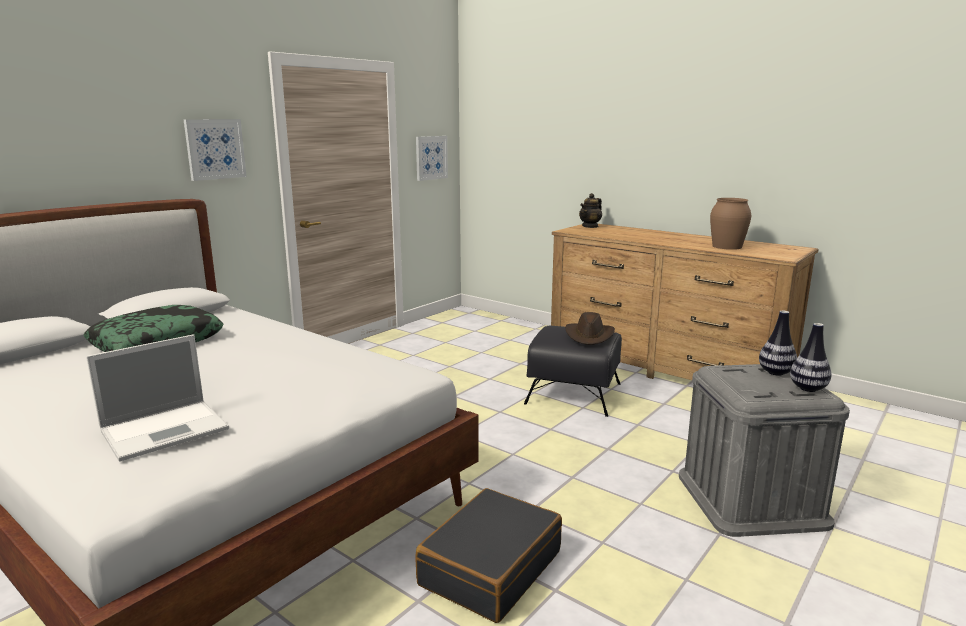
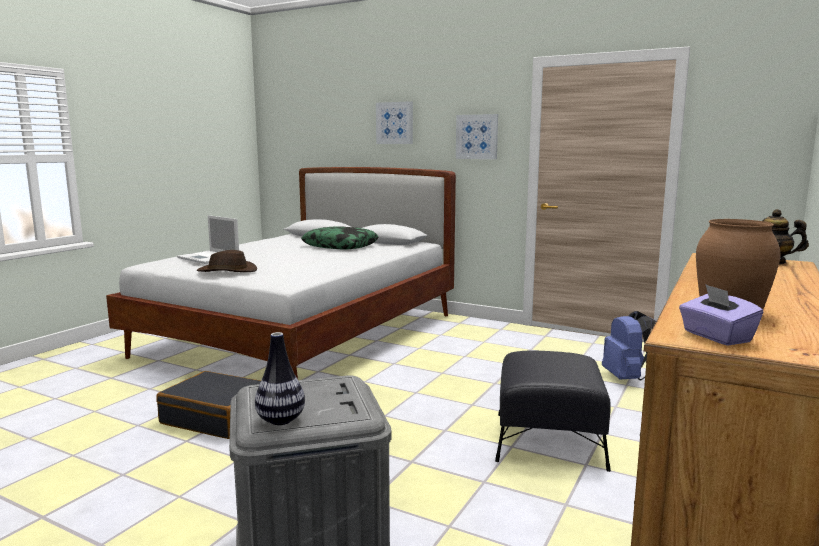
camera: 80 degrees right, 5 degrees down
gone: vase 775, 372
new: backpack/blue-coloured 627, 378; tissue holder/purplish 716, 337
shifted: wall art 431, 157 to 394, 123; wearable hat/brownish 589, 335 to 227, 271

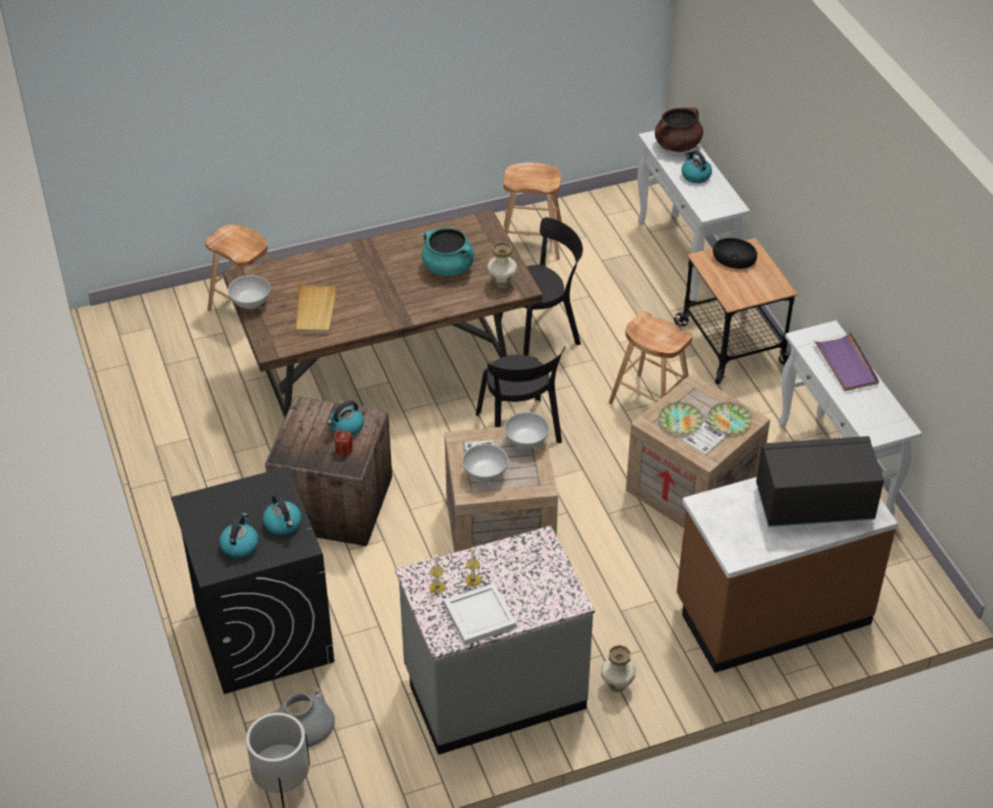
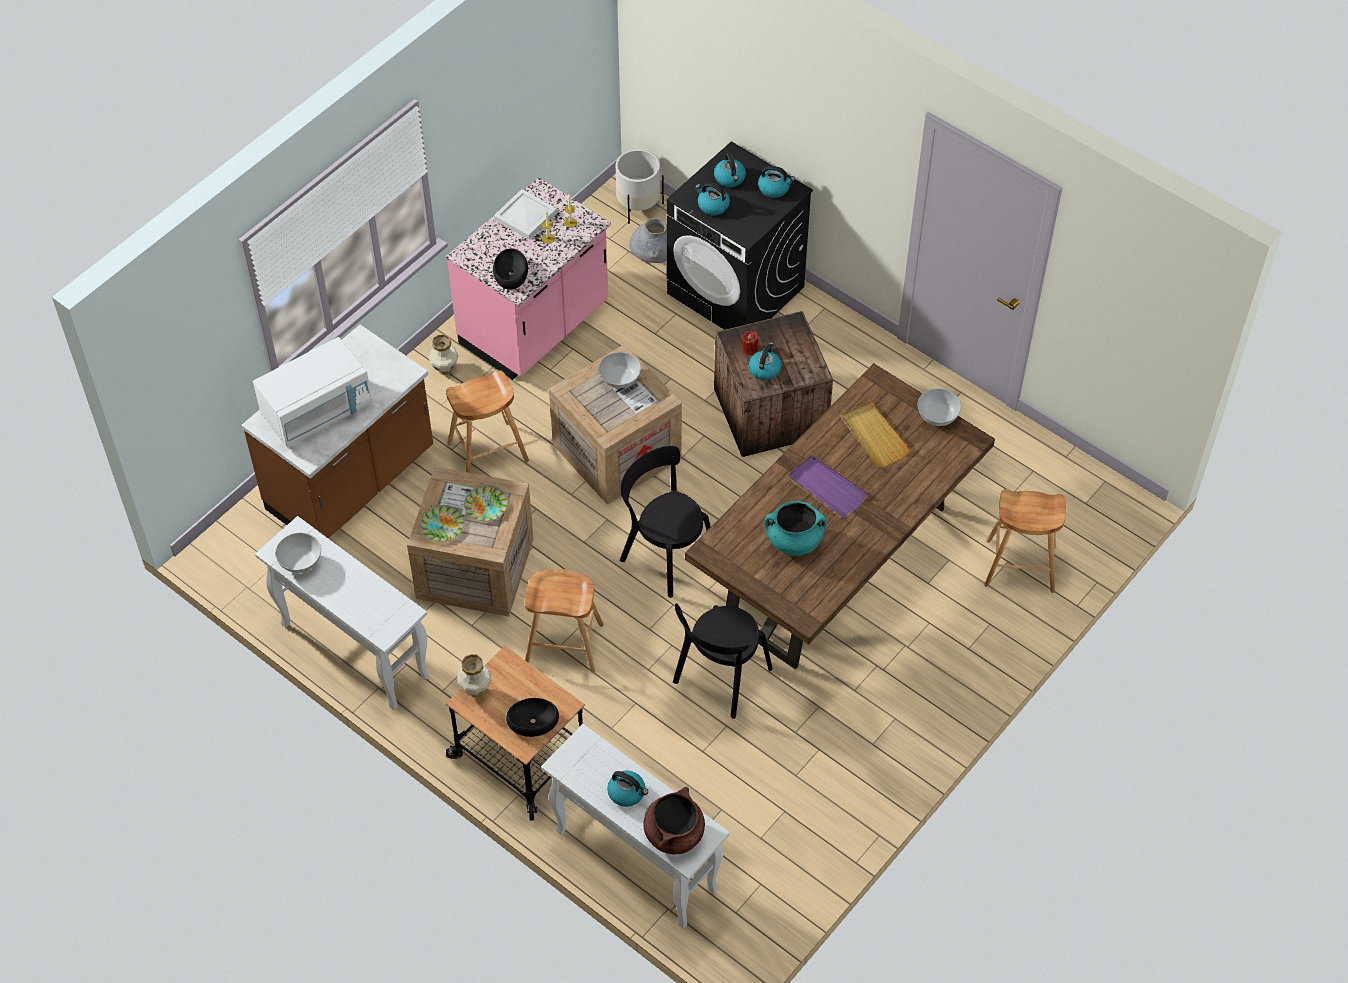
camera: 150 degrees right, 10 degrees up
new: serving bowl/black-coloured 510, 273; tea kettle 774, 188
shifted: vase 502, 284 to 475, 690; stool/brownish 531, 242 to 488, 452; serving bowl/white 526, 442 to 300, 562; serving tray/purplish 846, 364 to 826, 488
repainted: counter/gray 494, 689 to counter/pinkish 535, 327; kitchen microwave/black-coloured 813, 504 to kitchen microwave/white 317, 411

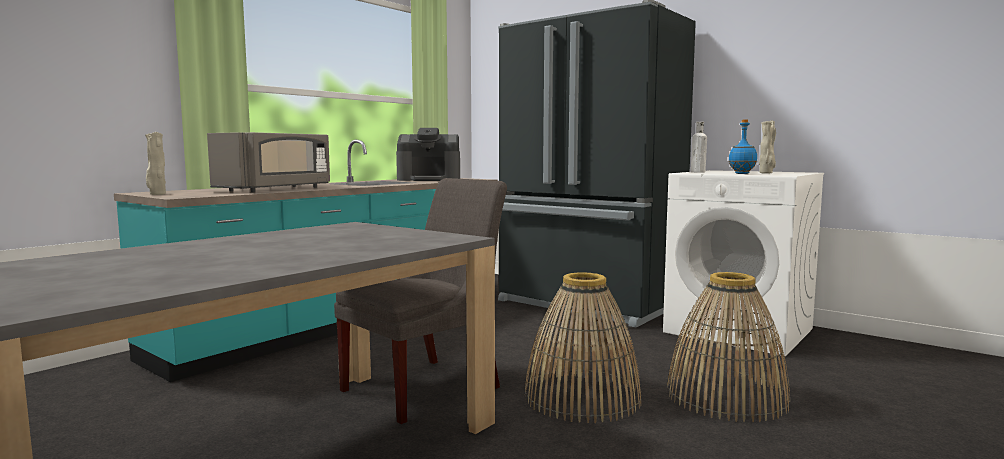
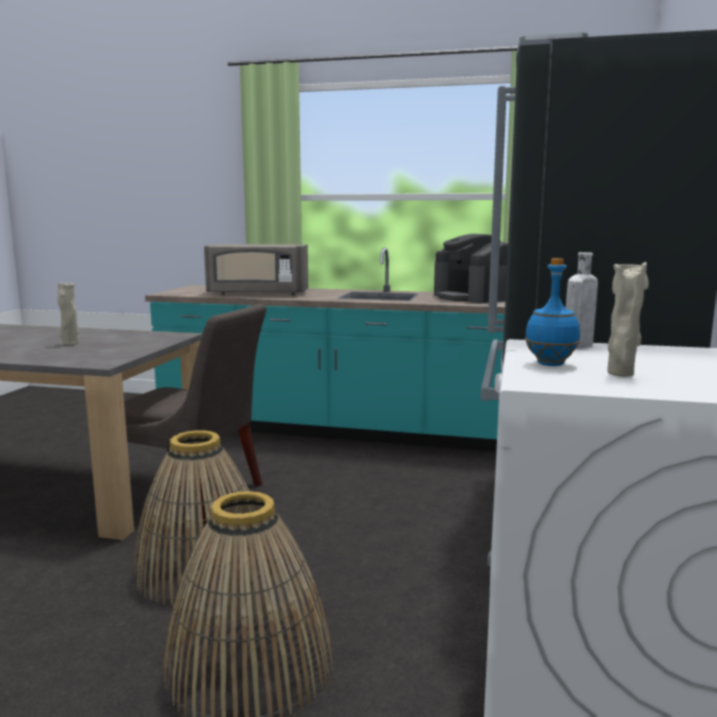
camera: 65 degrees right, 5 degrees up
shifted: vase/beige-coloured 157, 194 to 70, 344

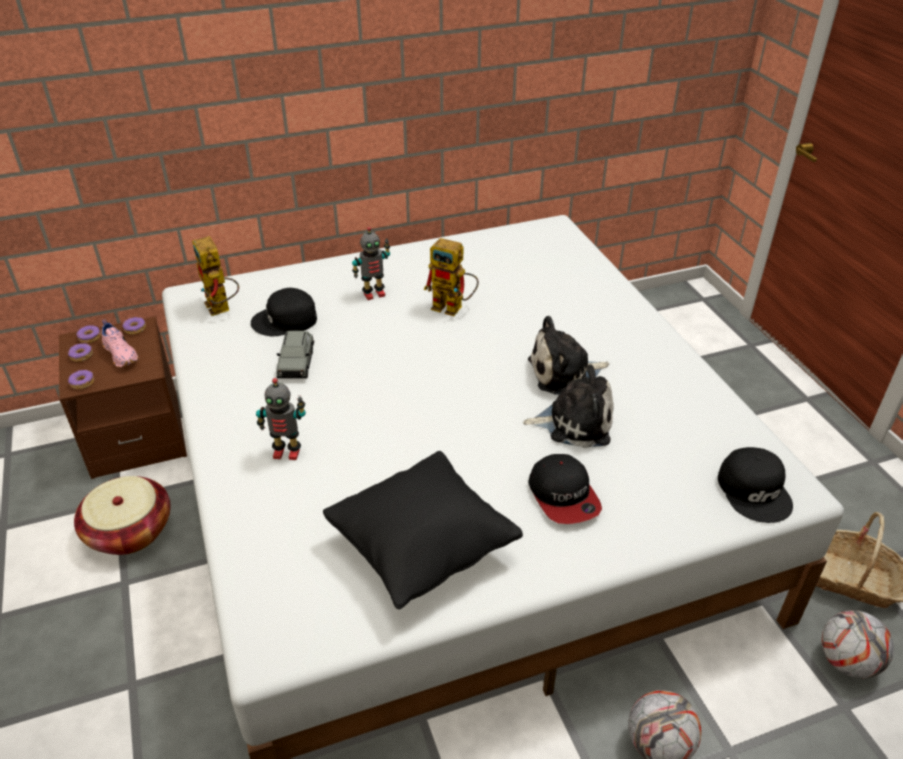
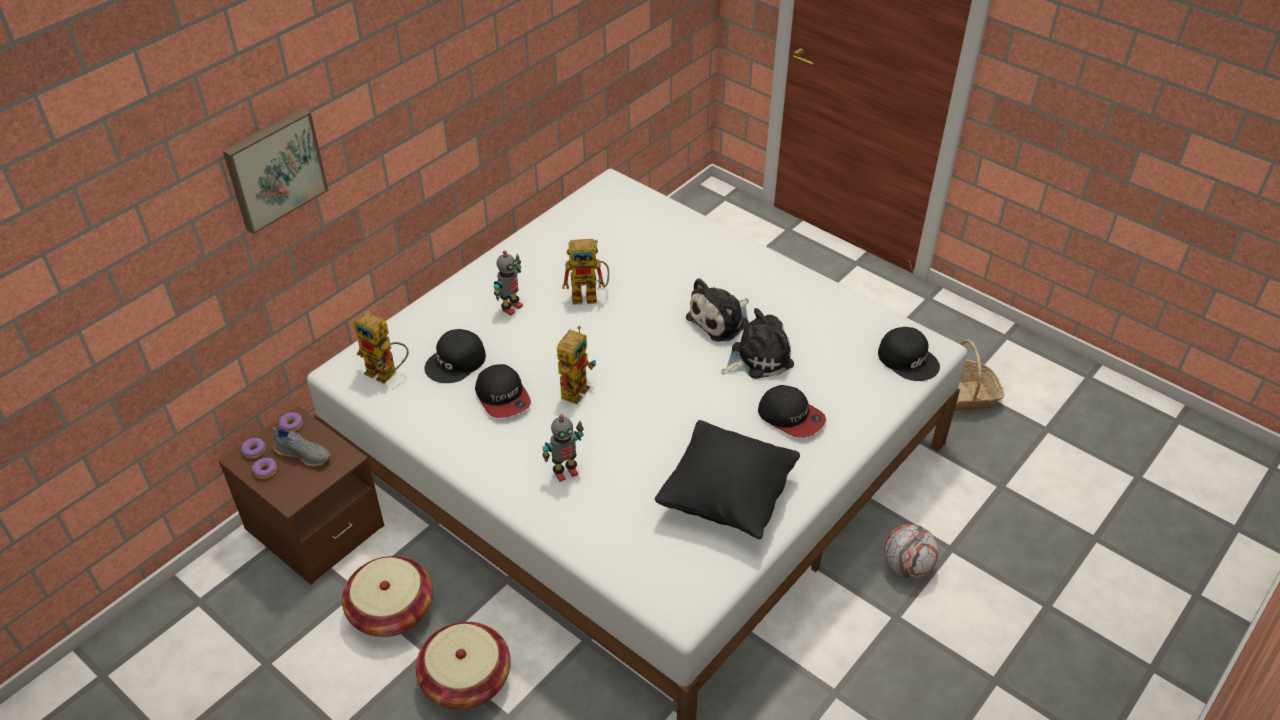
camera: 30 degrees left, 5 degrees up
gone: doughnut 82, 383; football 847, 662
new: wall art 274, 169; household basket 466, 679; model robot 575, 387
swapped: model car/gray 296, 363 to baseball cap 503, 397
repainted: low shoe/pinkish 121, 354 to low shoe/gray 304, 454

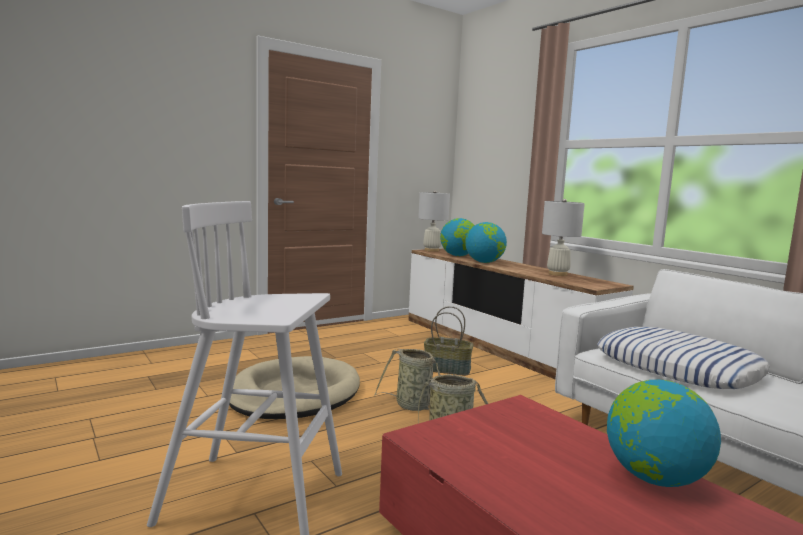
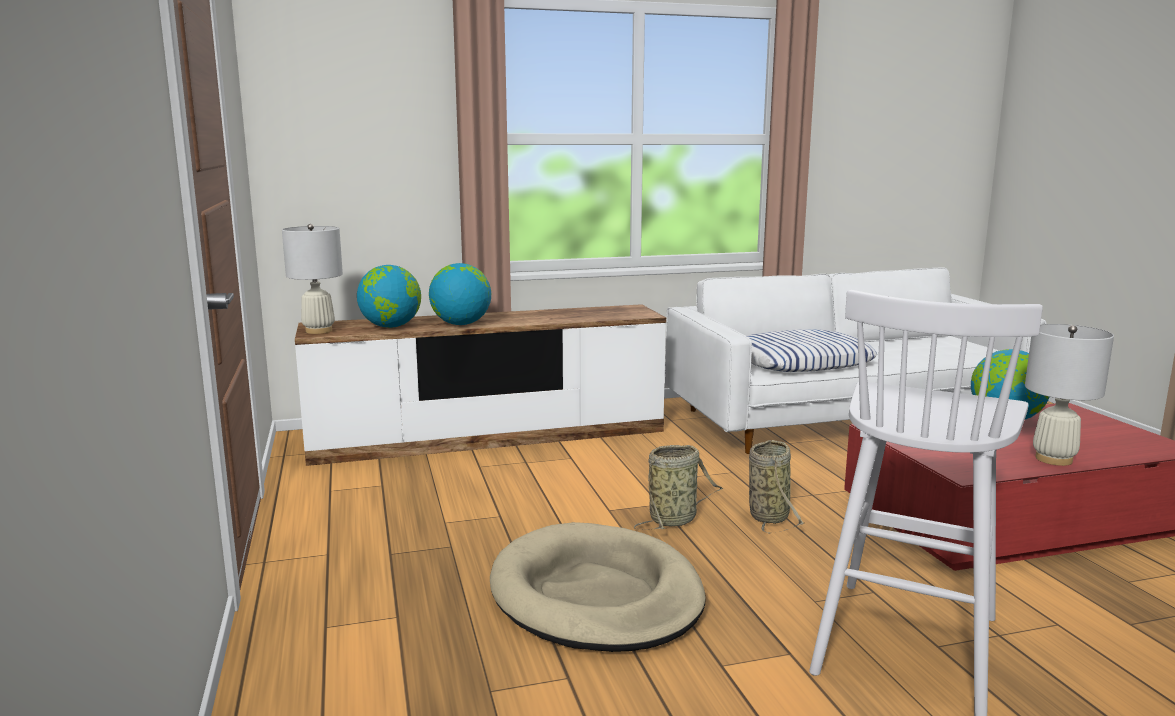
camera: 70 degrees left, 5 degrees up
gone: household basket 447, 369
shifted: tabletop lamp/white 557, 274 to 1053, 459

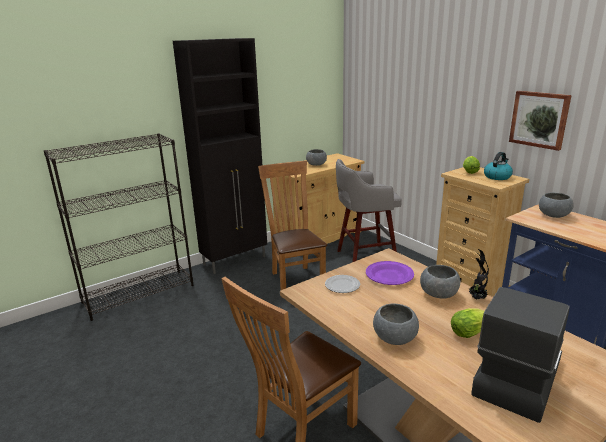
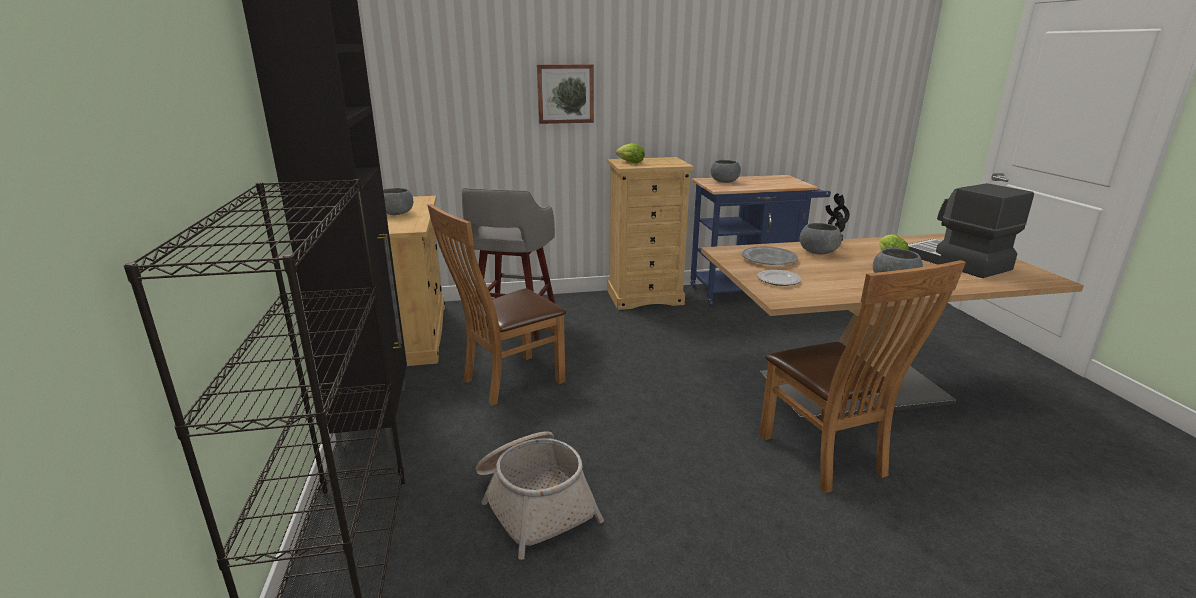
camera: 65 degrees left, 0 degrees up
gone: tea kettle 497, 177
new: household basket 534, 502
shifted: wall art 539, 119 to 565, 94
repainted: dinner plate/purplish 389, 276 to dinner plate/gray 769, 259
rotated: plain chair/brownish 295, 279 = 507, 381 45 degrees counterclockwise

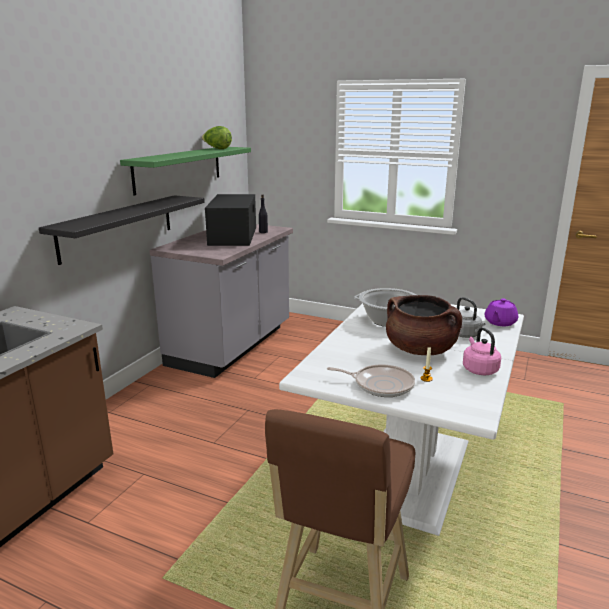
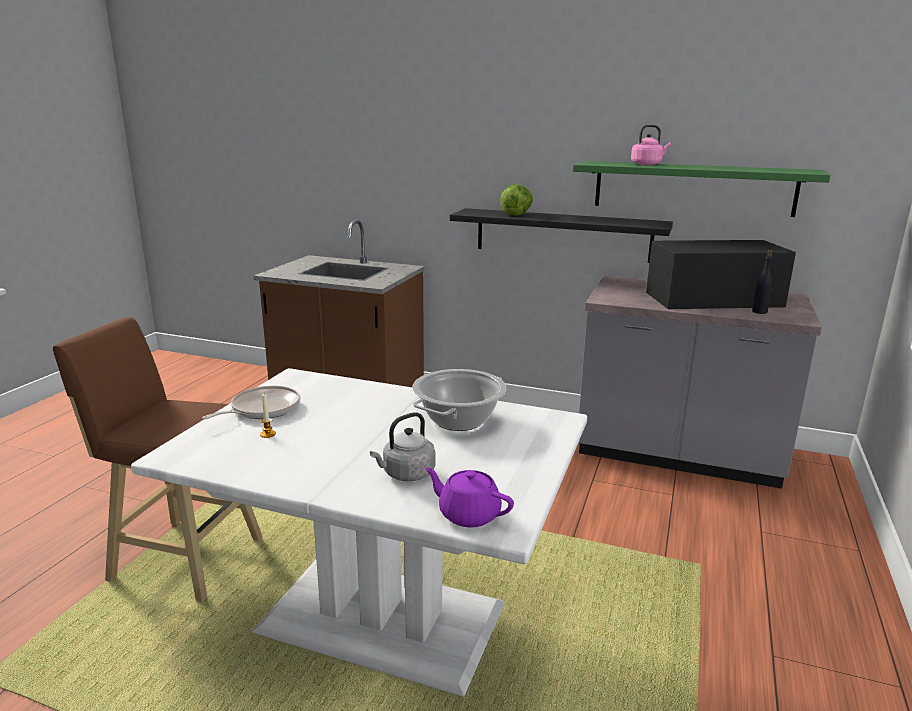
camera: 85 degrees right, 0 degrees up
gone: saucepot/brownish 420, 350
shifted: head of lettuce 217, 149 to 516, 214; tea kettle/pinkish 479, 369 to 647, 164
rotated: frying pan 380, 385 = 262, 409 150 degrees counterclockwise

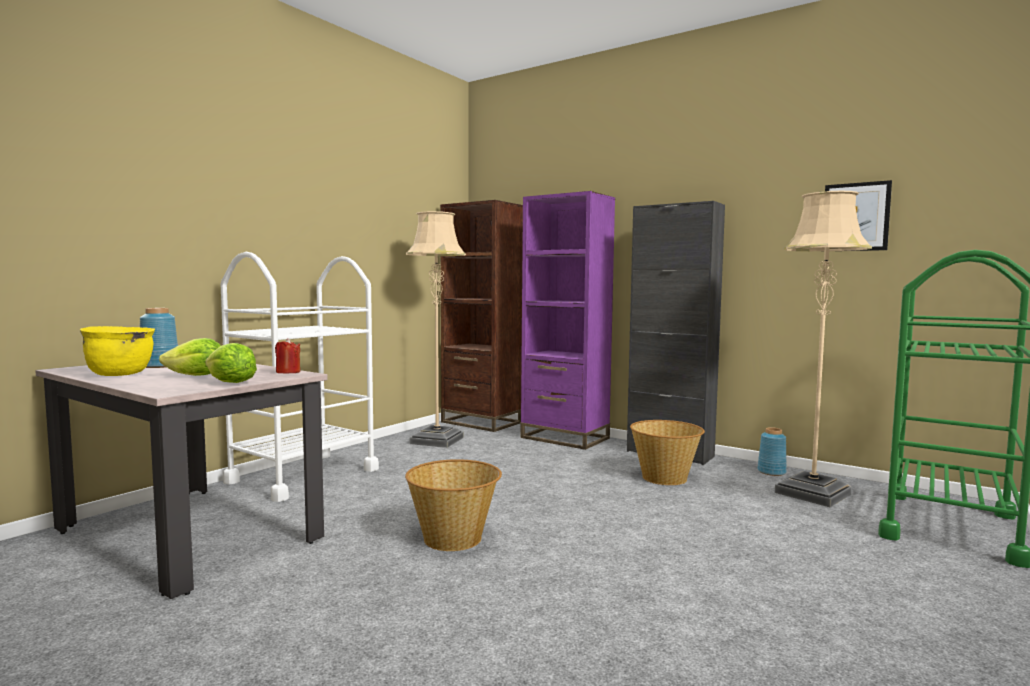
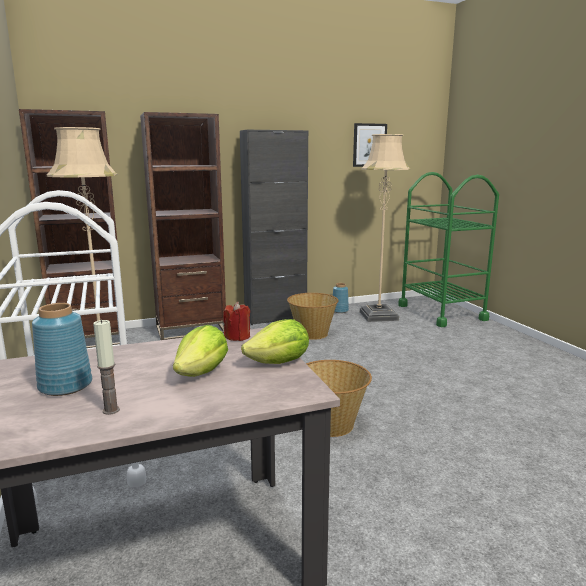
camera: 55 degrees left, 10 degrees up
swapped: saucepot/yellowish 120, 374 to wax candle 111, 410
repainted: bookcase/purplish 564, 438 to bookcase/brownish 191, 330

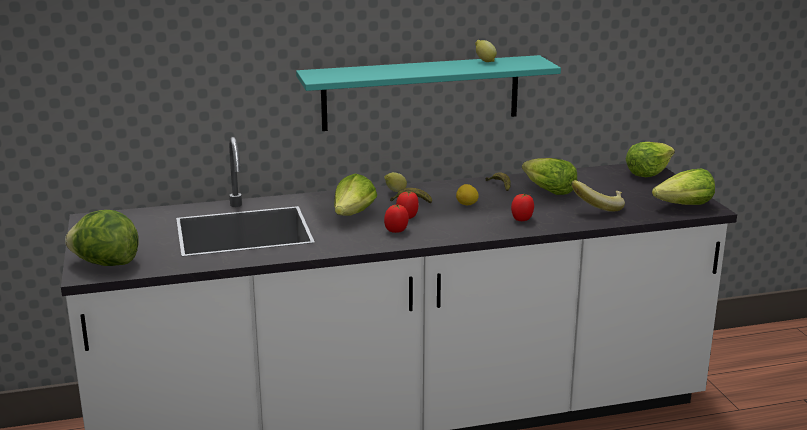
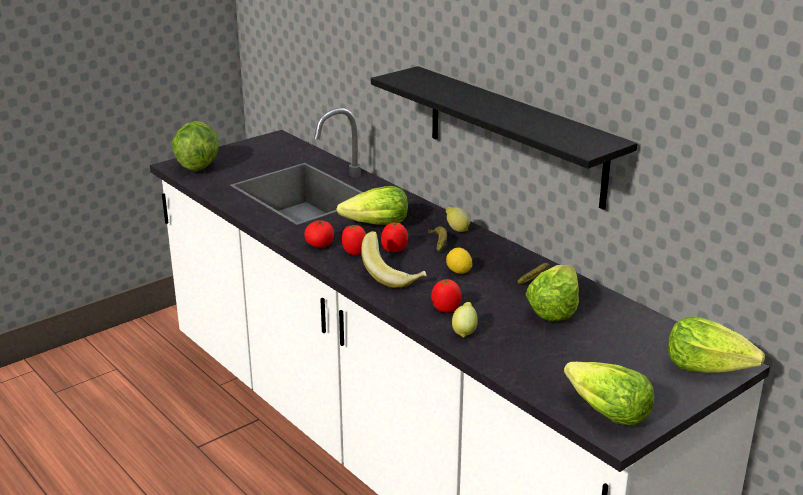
camera: 65 degrees right, 5 degrees up
new: tomato 320, 245
shifted: lemon 484, 61 to 464, 331; banana fruit 598, 207 to 393, 276
repainted: bracket shelf/blue-green 421, 93 to bracket shelf/black-coloured 514, 135

